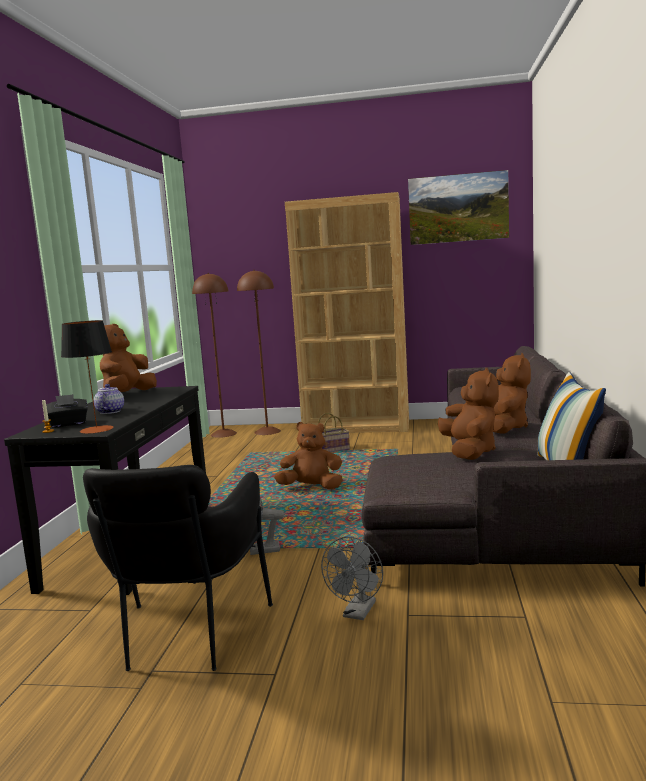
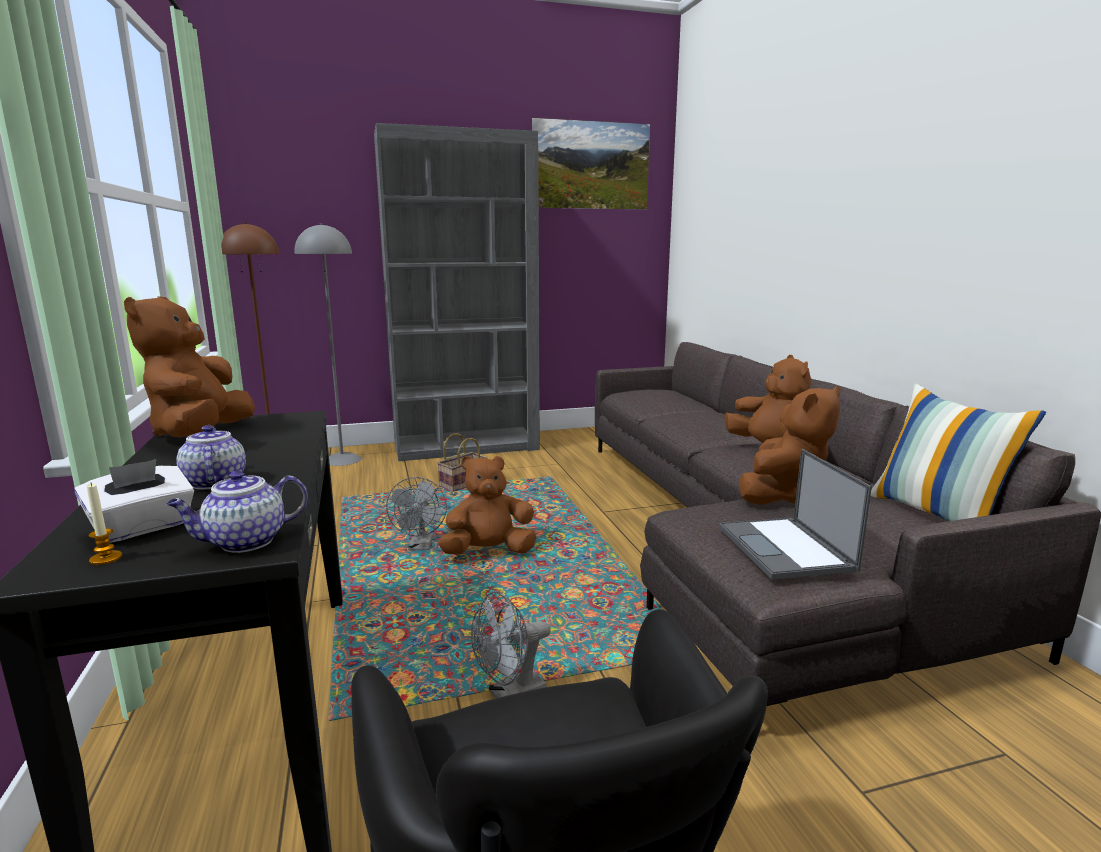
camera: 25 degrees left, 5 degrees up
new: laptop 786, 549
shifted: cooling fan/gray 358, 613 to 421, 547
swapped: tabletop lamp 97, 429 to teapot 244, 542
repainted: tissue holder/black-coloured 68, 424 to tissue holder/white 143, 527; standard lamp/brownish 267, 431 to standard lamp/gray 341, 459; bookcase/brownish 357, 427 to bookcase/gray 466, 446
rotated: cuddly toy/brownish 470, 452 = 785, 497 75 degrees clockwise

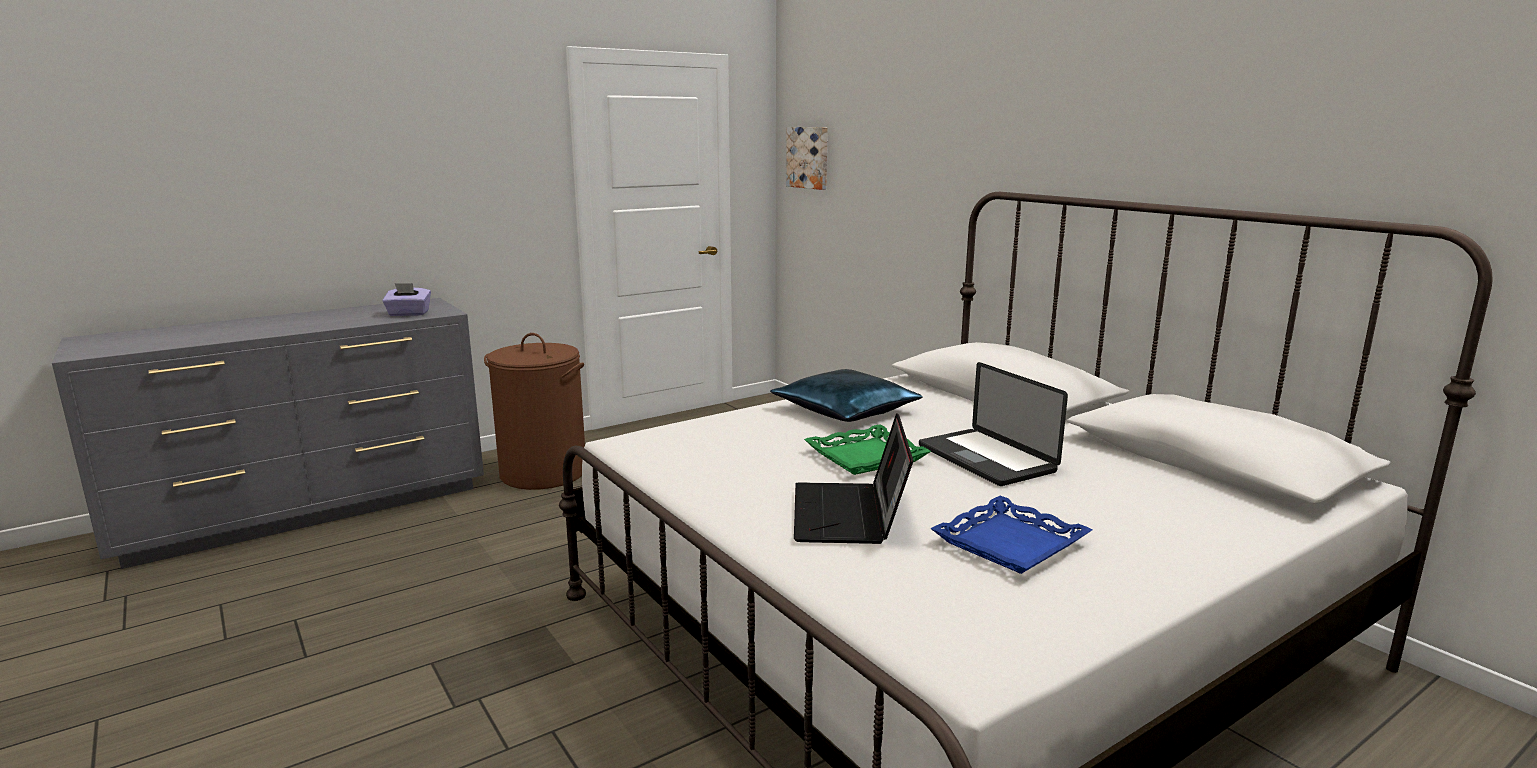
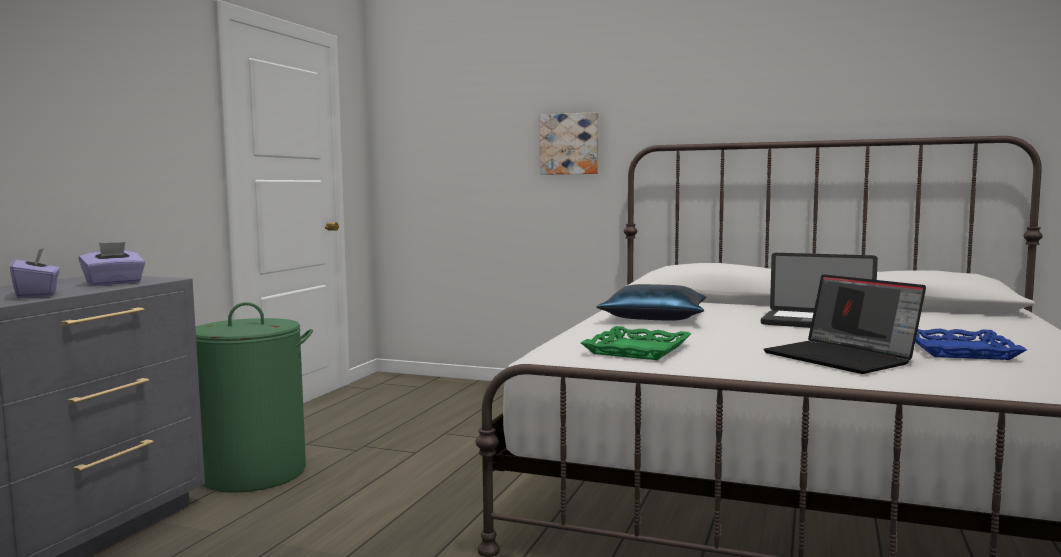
camera: 35 degrees left, 10 degrees down
new: tissue holder/purplish 38, 294
shifted: wall art 809, 157 to 570, 144; serving tray/greenish 865, 456 to 636, 350
repainted: laundry basket/brownish 543, 473 to laundry basket/greenish 252, 473

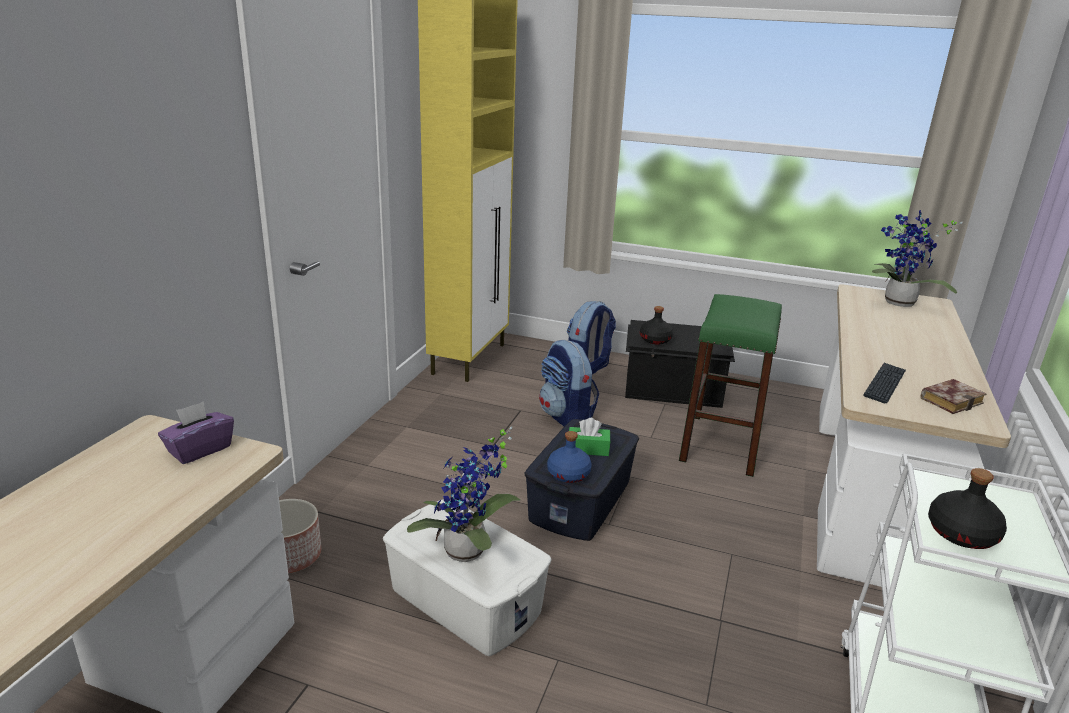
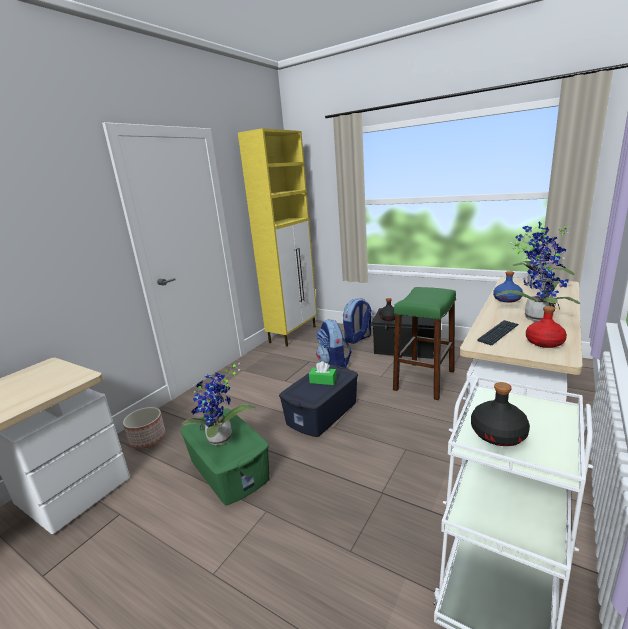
camera: 15 degrees right, 5 degrees down
gone: tissue holder/purplish 200, 450
new: potted plant 537, 317
shifted: bottle/blue-coloured 569, 474 to 507, 299
swapped: volume 951, 400 to bottle/reddish 544, 342
repainted: storage box/white 466, 599 to storage box/greenish 229, 469

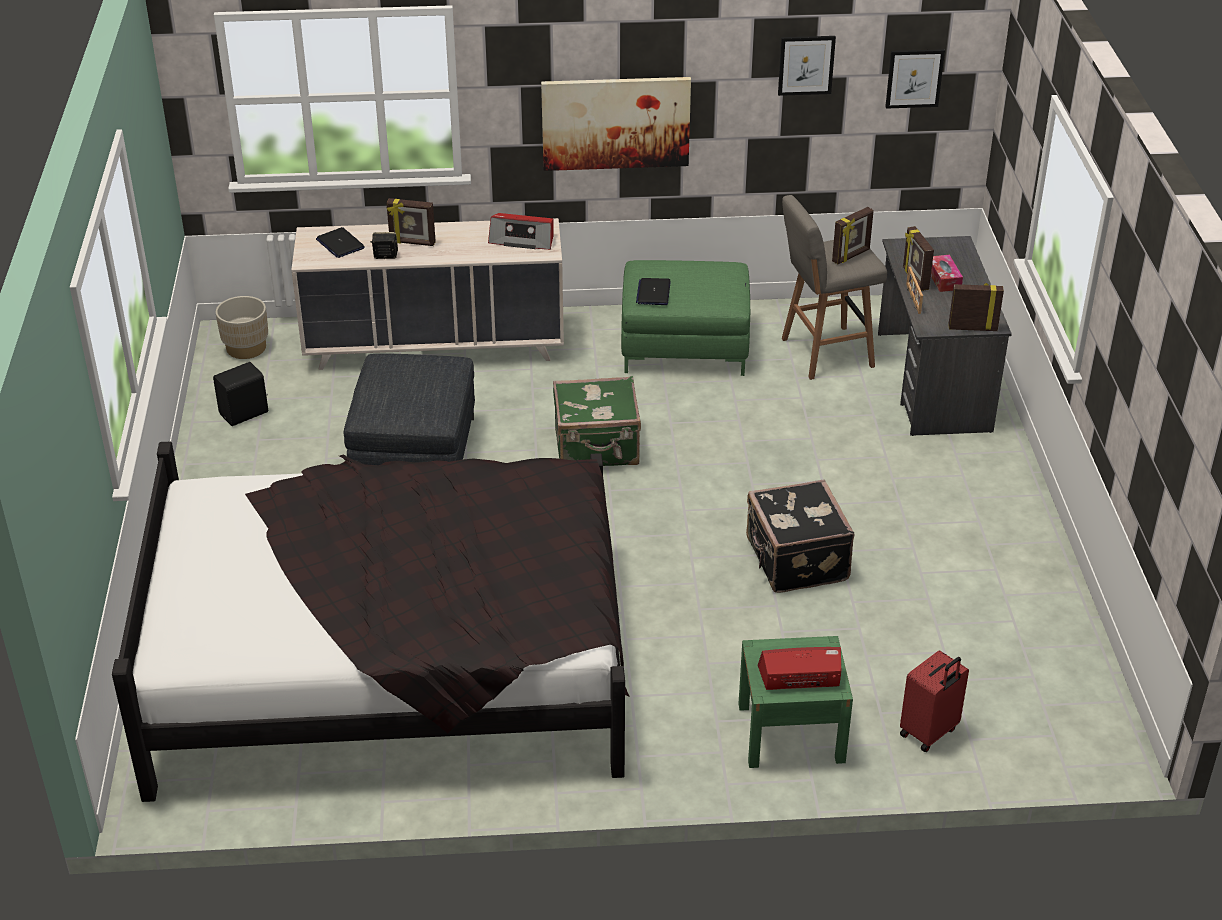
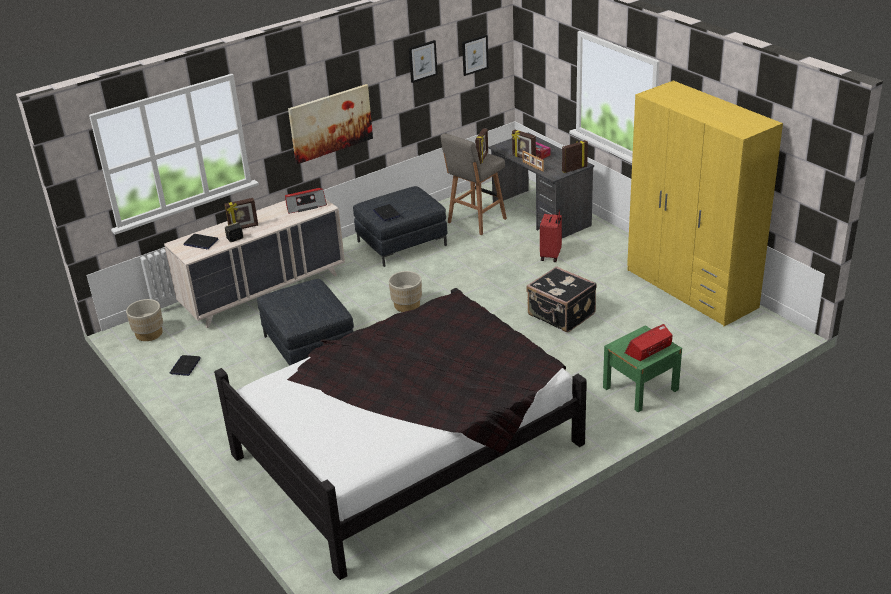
camera: 30 degrees left, 5 degrees down
new: wardrobe/yellowish 691, 289
shifted: travel case/reddish 929, 733 to 551, 256
swapped: audio speaker/black-coloured 245, 414 to laptop 185, 366; travel case/greenish 597, 448 to plant pot/beige-coloured 407, 305
repainted: pouffe/greenish 685, 346 to pouffe/gray 402, 243

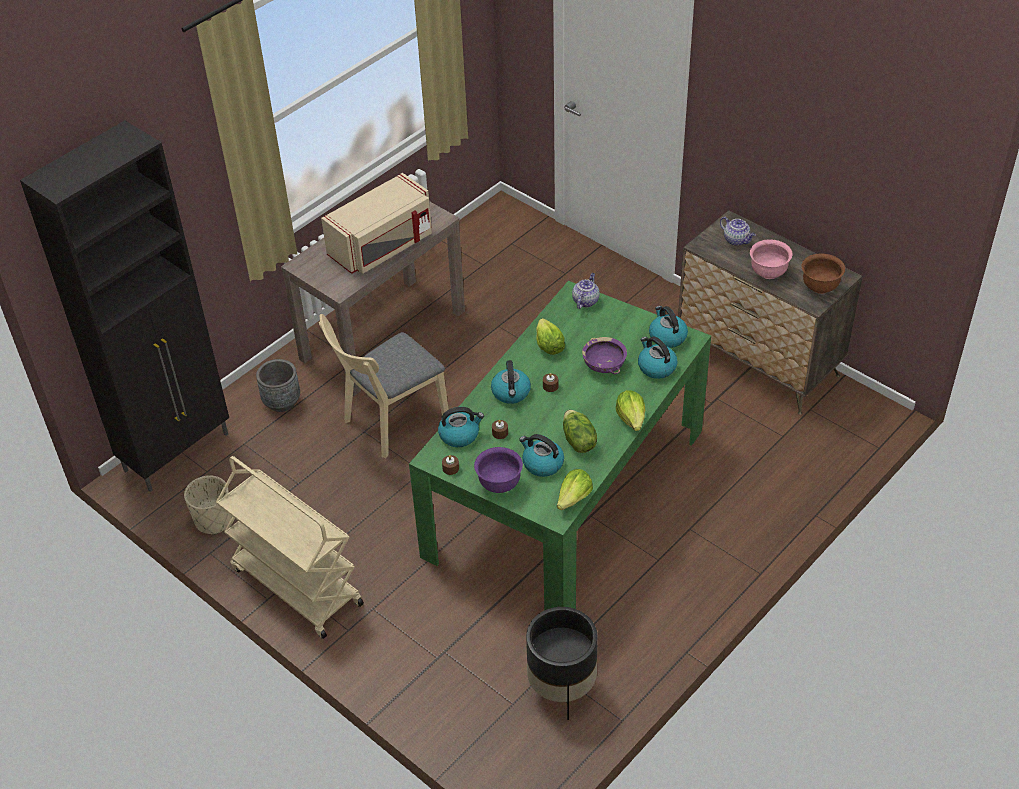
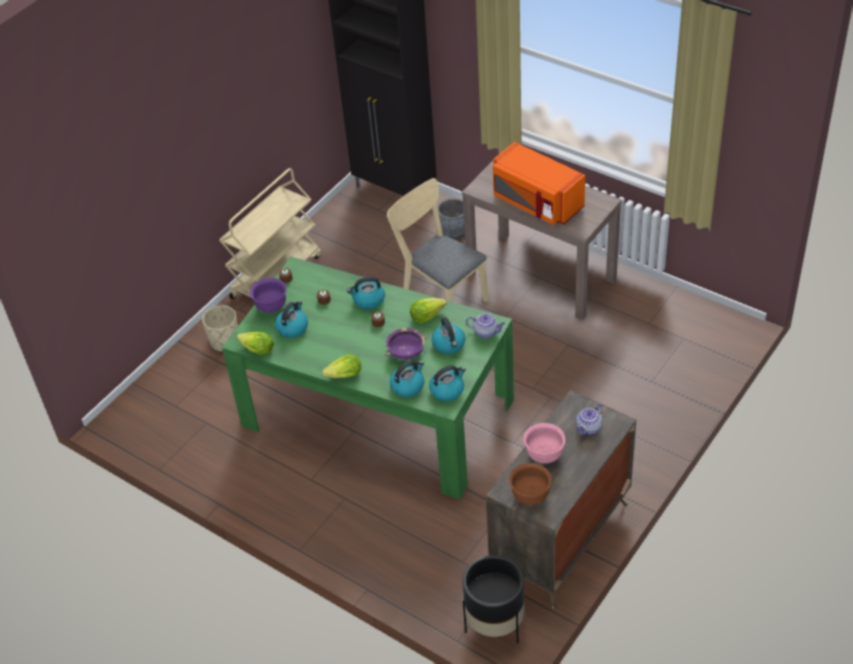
camera: 85 degrees right, 0 degrees up
gone: head of lettuce 578, 441
shifted: plant pot/beige-coloured 213, 520 to 225, 341; tea kettle 460, 435 to 449, 344; plant pot/black-coloured 561, 688 to 495, 624
repainted: kitchen microwave/beige-coloured 383, 246 to kitchen microwave/orange-coloured 536, 203

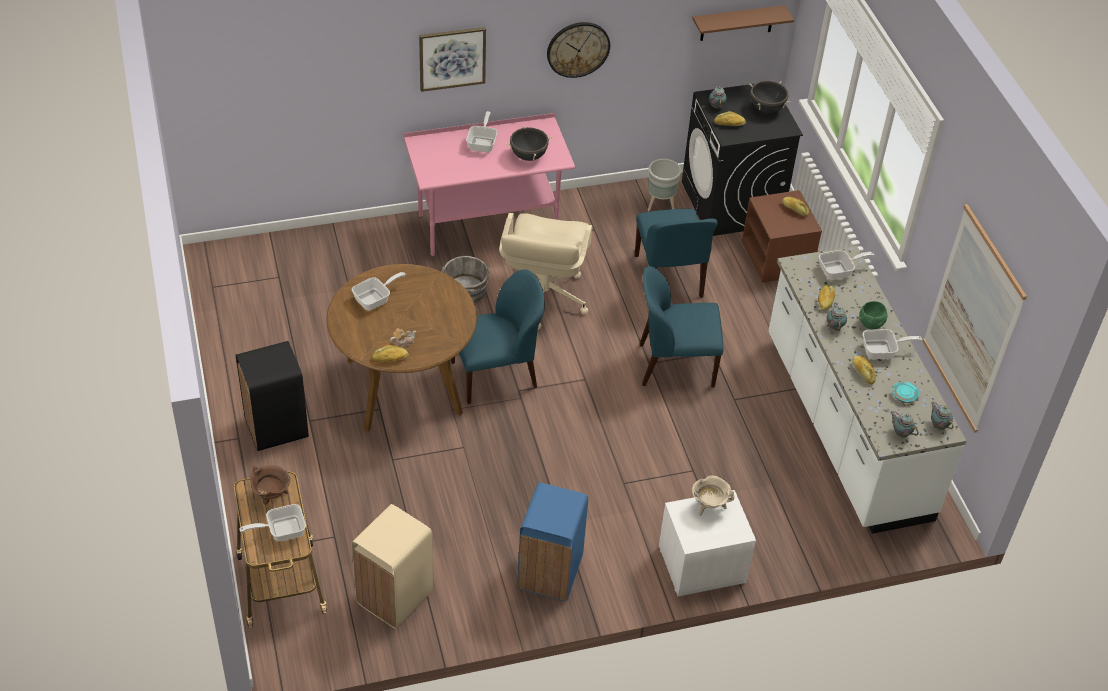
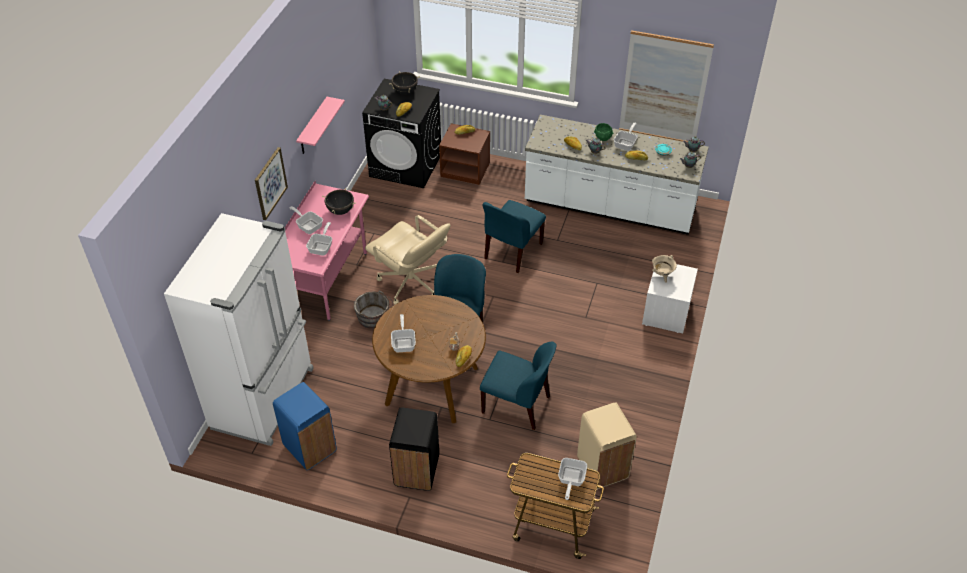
camera: 55 degrees left, 0 degrees up
gone: saucepot/brownish 271, 496; plant pot/gray 660, 205; bracket shelf/brownish 737, 23
new: kitchen fridge/white 265, 398
shifted: trash can/blue-coloured 551, 573 to 310, 447; plain chair/blue-coloured 669, 277 to 517, 405; frying pan 839, 271 to 322, 247
swapped: clock on the wall 578, 49 to bracket shelf/pinkish 313, 127

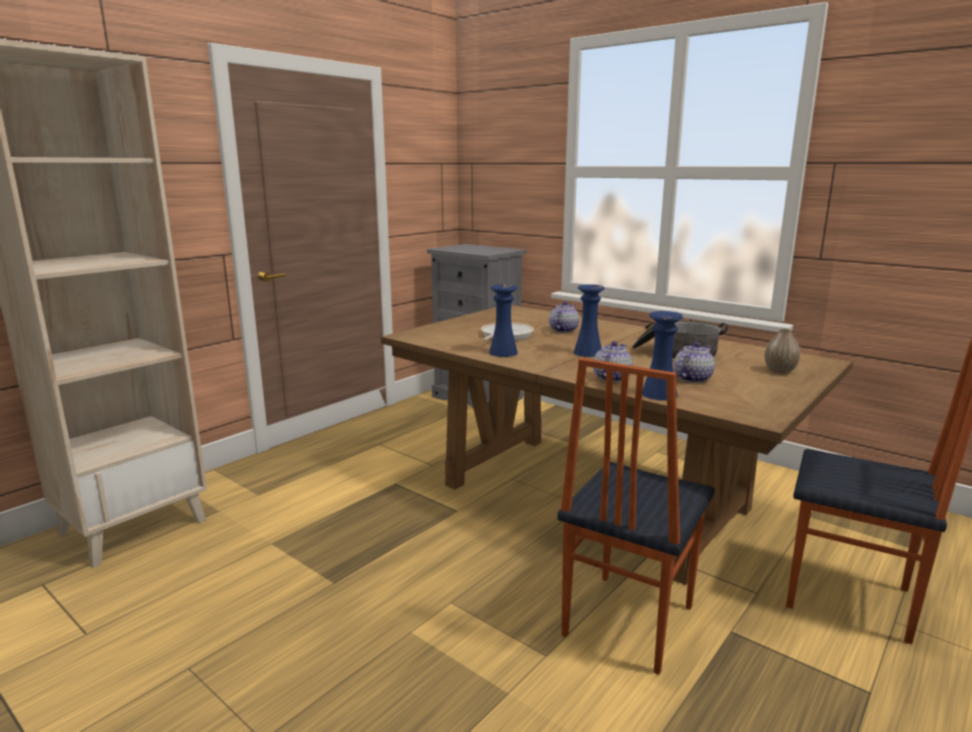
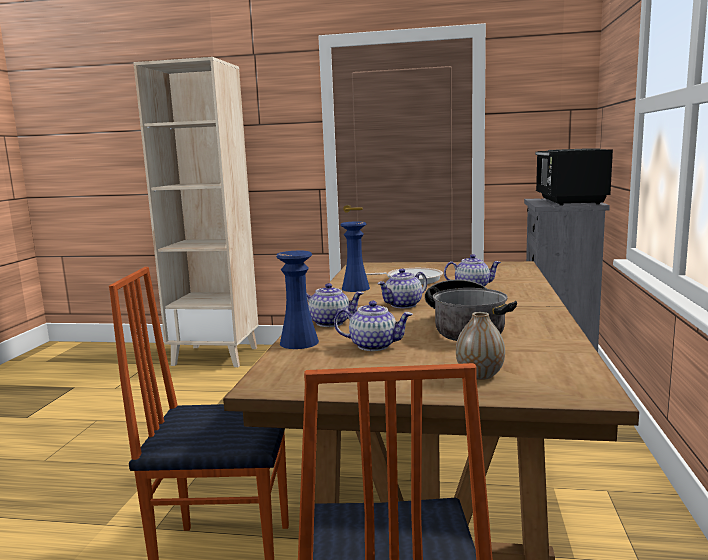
camera: 60 degrees right, 5 degrees down
new: kitchen microwave/black-coloured 569, 201
swapped: vase/blue-coloured 588, 353 to teapot 403, 305

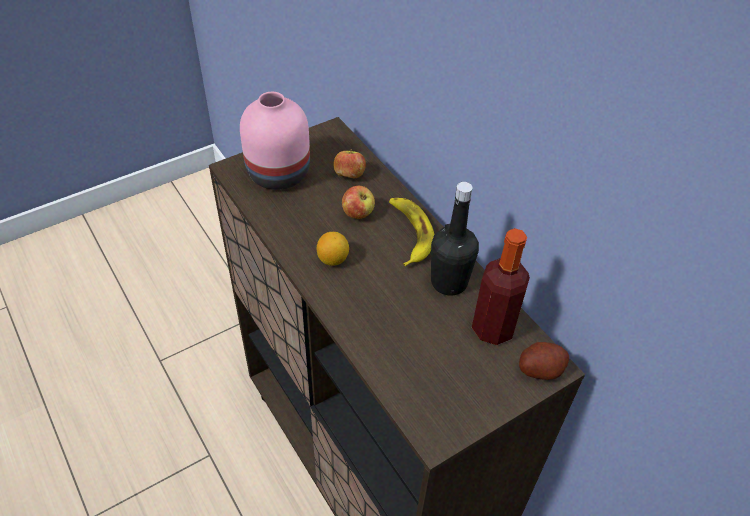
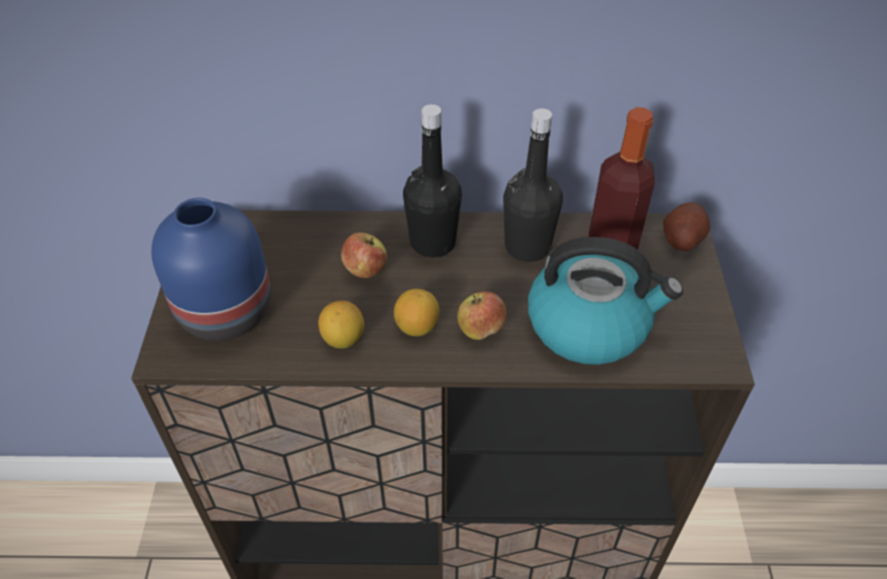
camera: 55 degrees left, 0 degrees up
new: lemon 343, 339; tea kettle 590, 325
shifted: apple 349, 175 to 480, 330
swapped: banana fruit 409, 233 to bottle/black-coloured 433, 242
repainted: vase/pinkish 276, 173 to vase/blue-coloured 223, 312

